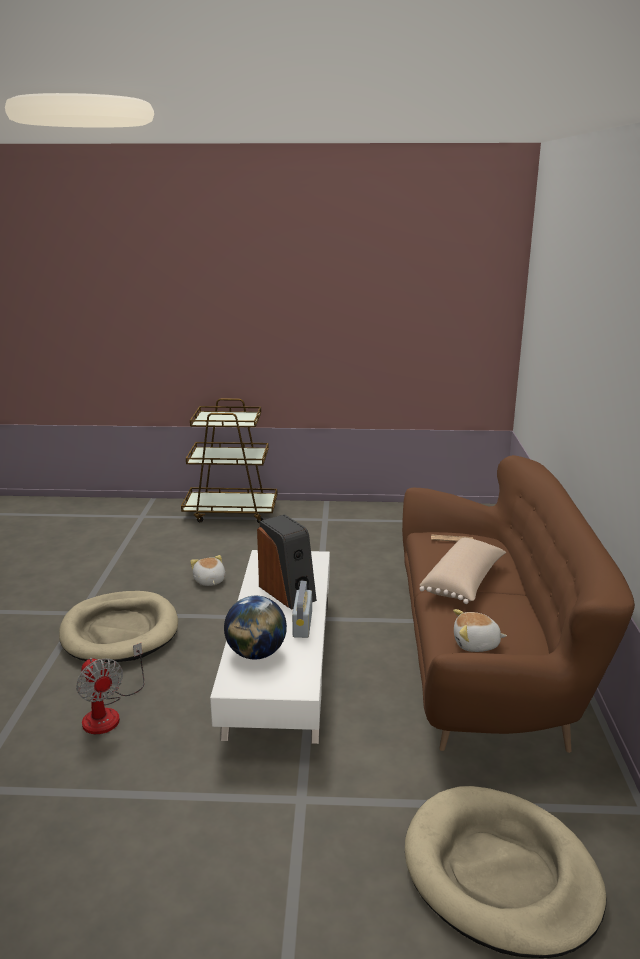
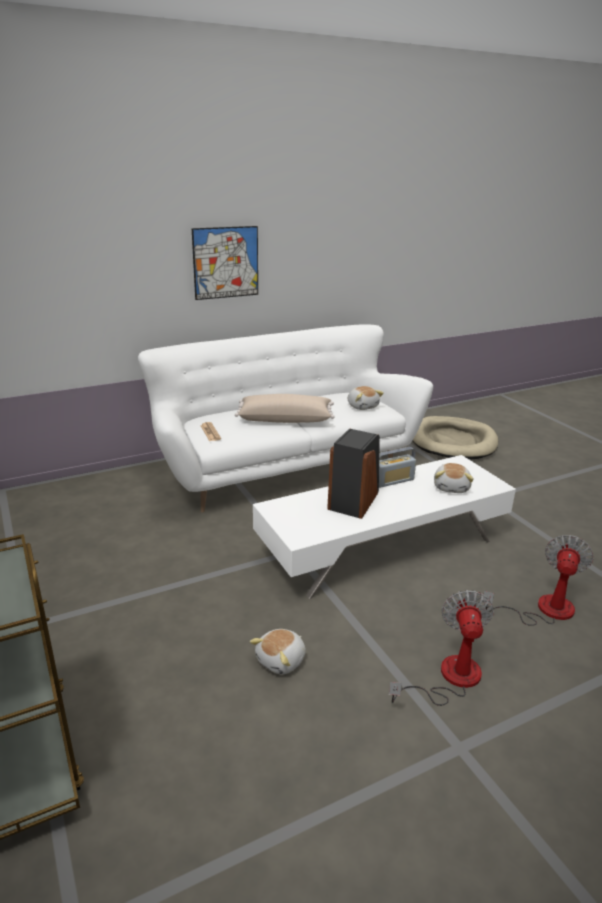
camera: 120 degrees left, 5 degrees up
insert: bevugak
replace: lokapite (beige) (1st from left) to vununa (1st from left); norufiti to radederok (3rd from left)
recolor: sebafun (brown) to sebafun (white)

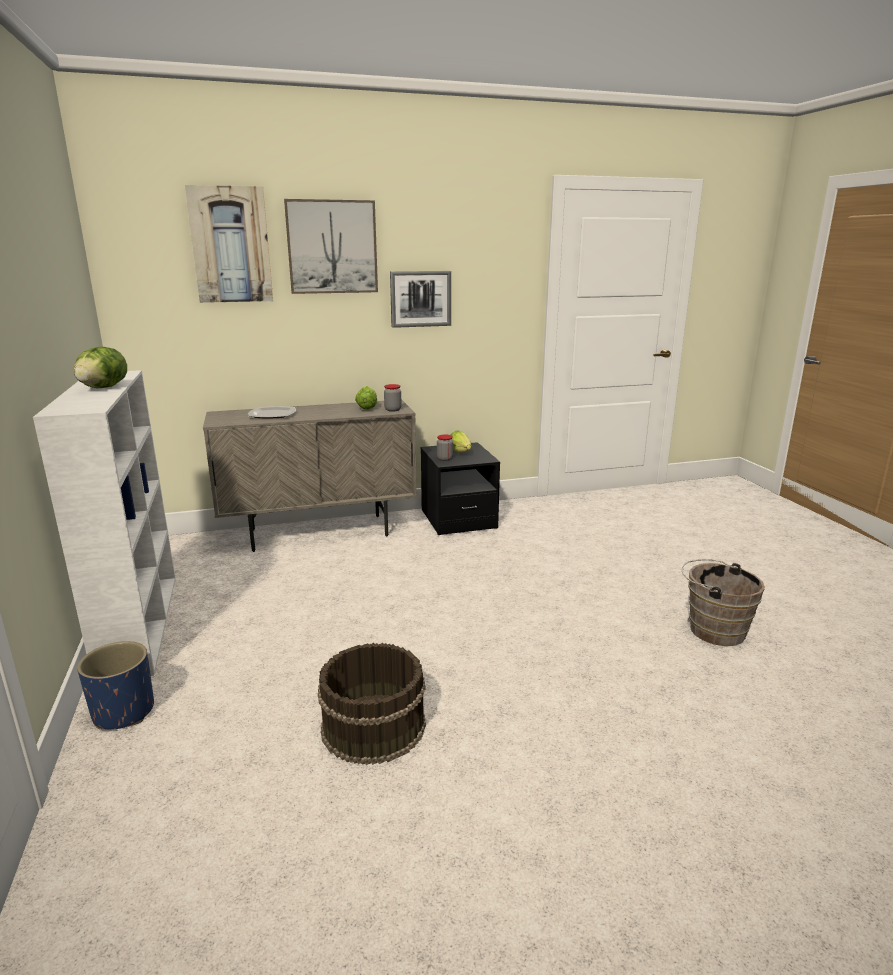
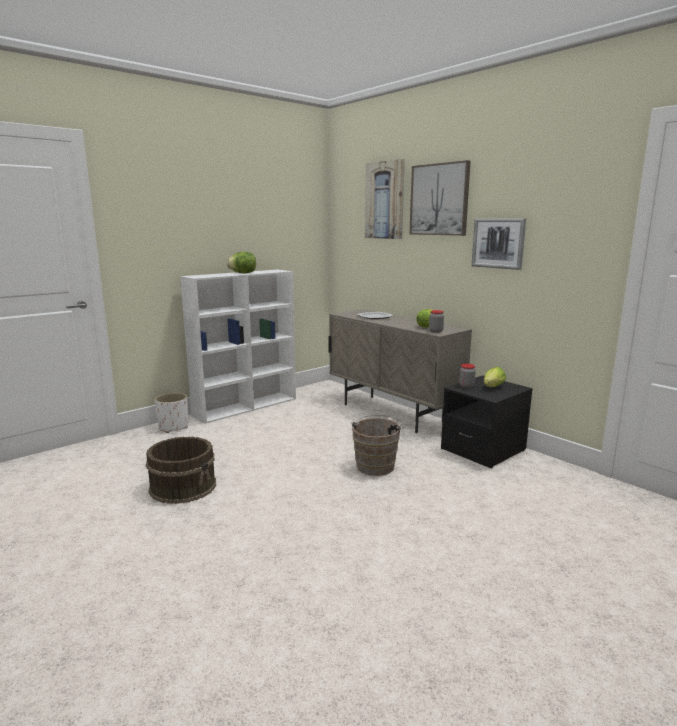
camera: 65 degrees right, 5 degrees down
move: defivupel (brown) (2nd from left)
recolor: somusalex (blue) to somusalex (white)

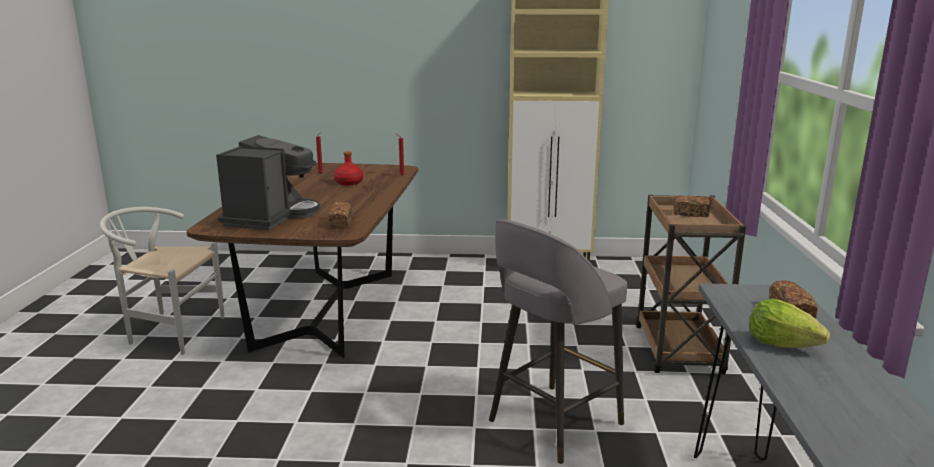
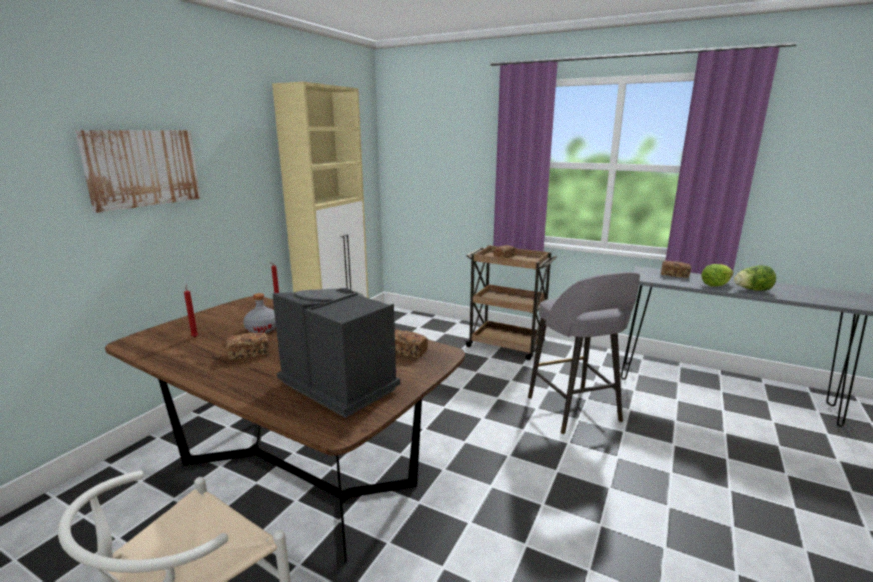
camera: 65 degrees left, 0 degrees up
insert: bevugak; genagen (2nd from left); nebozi (1st from left)
recolor: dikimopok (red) to dikimopok (grey)

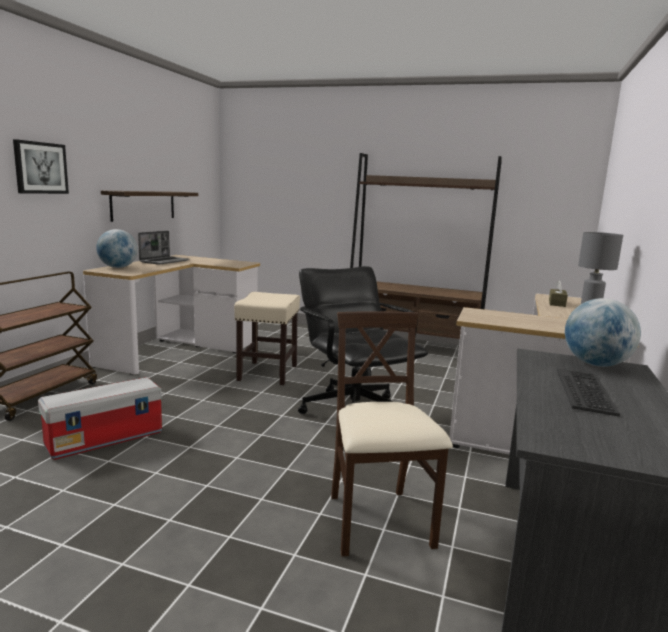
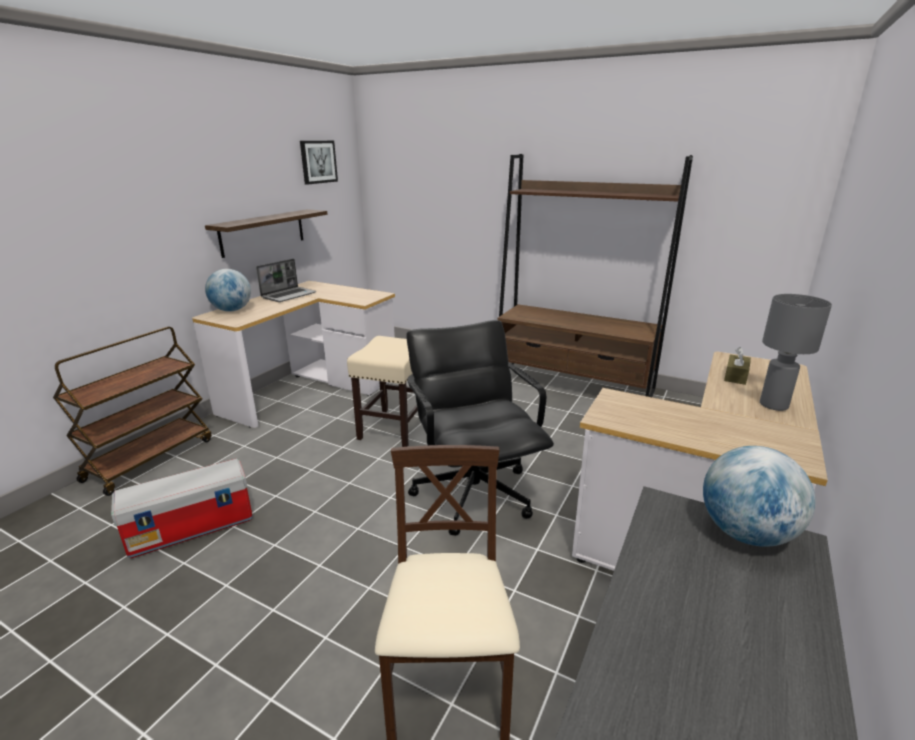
camera: 10 degrees right, 10 degrees up
delete: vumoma
move: bevugak

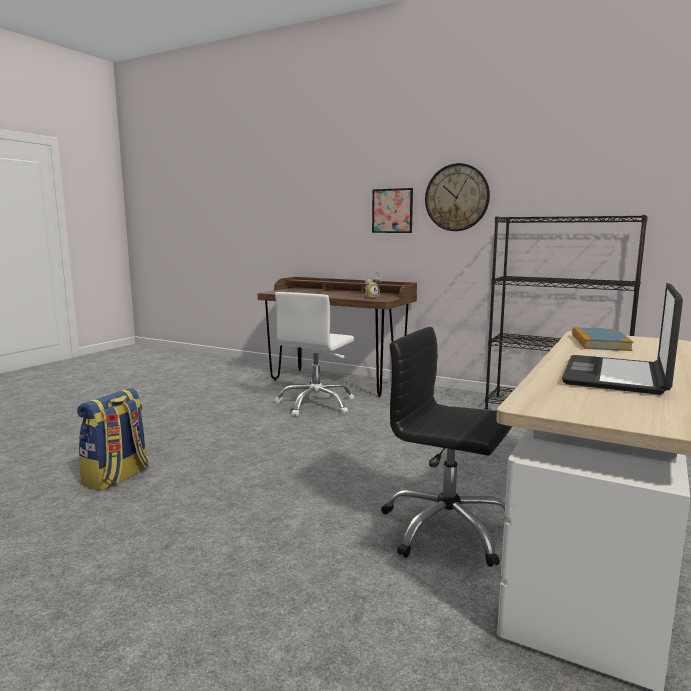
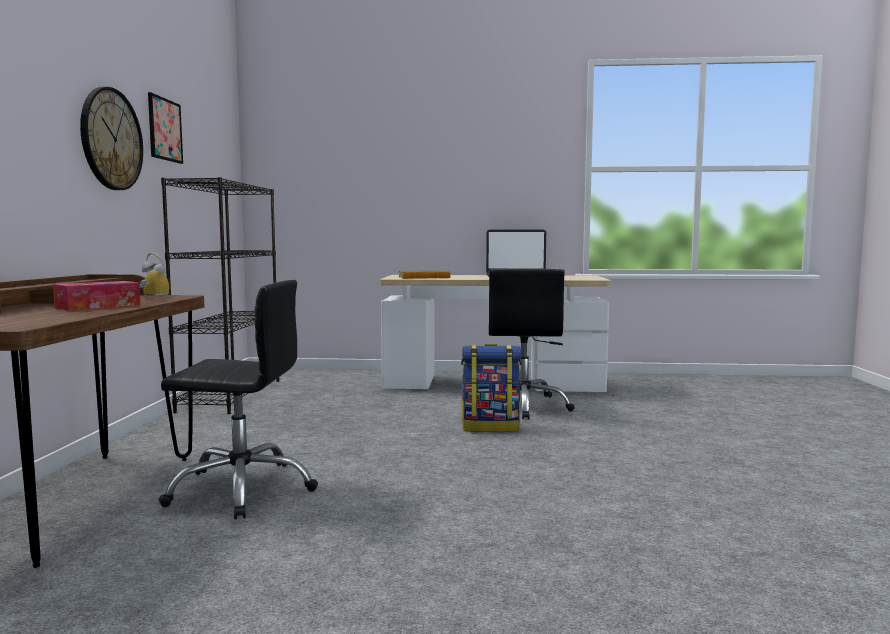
camera: 115 degrees left, 5 degrees down
insert: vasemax
move: bevugak; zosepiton
recolor: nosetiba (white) to nosetiba (black) (1st from left)

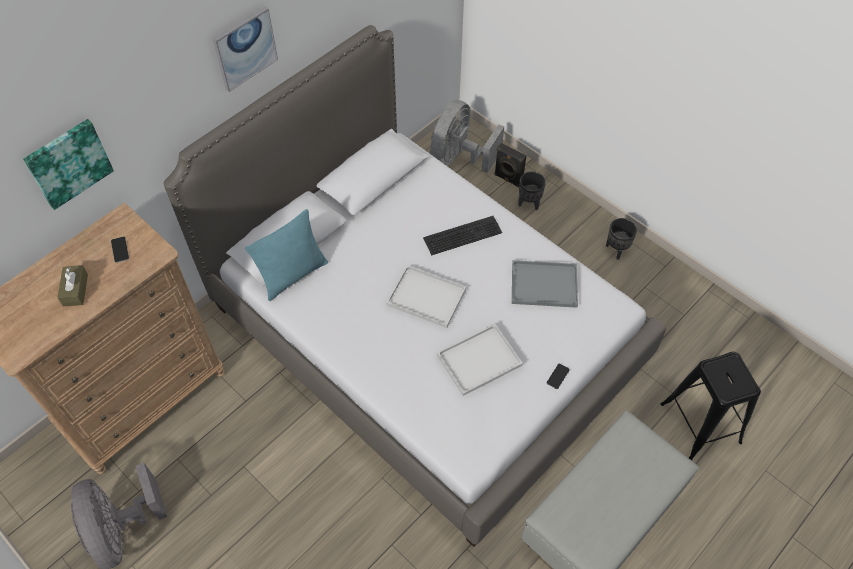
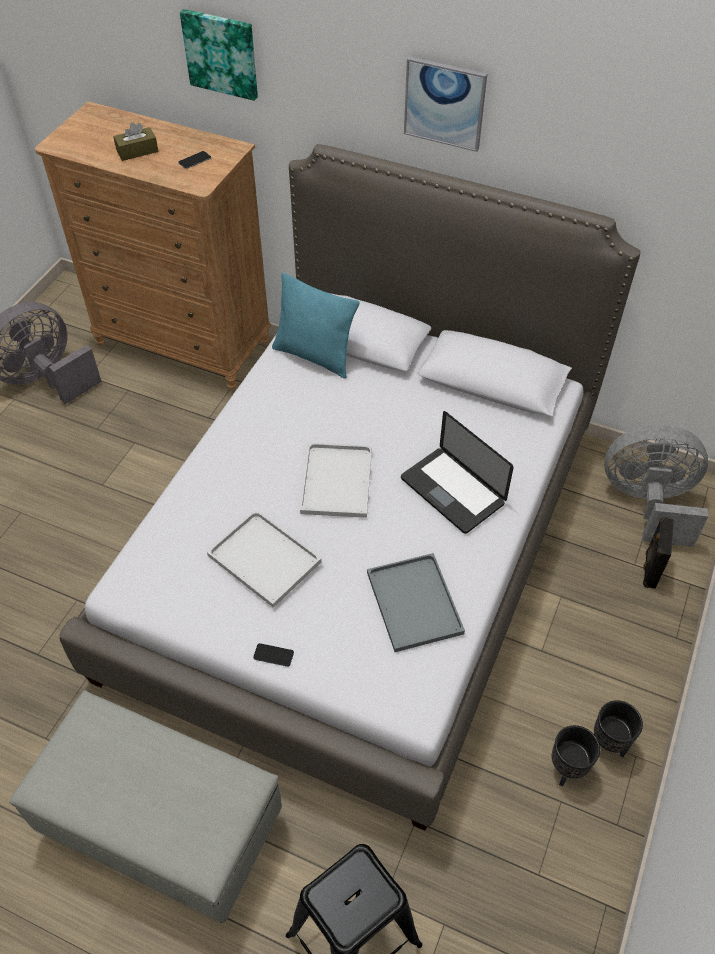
camera: 70 degrees right, 5 degrees down
move: somusalex (black) (1st from left)
replace: vumoma to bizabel

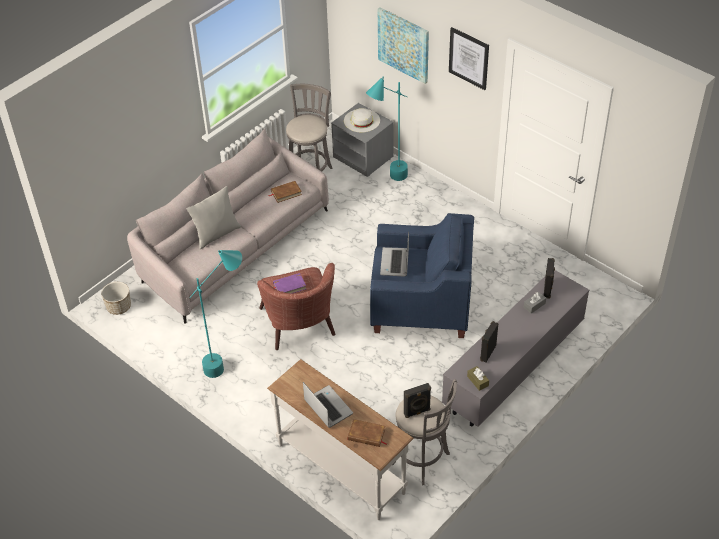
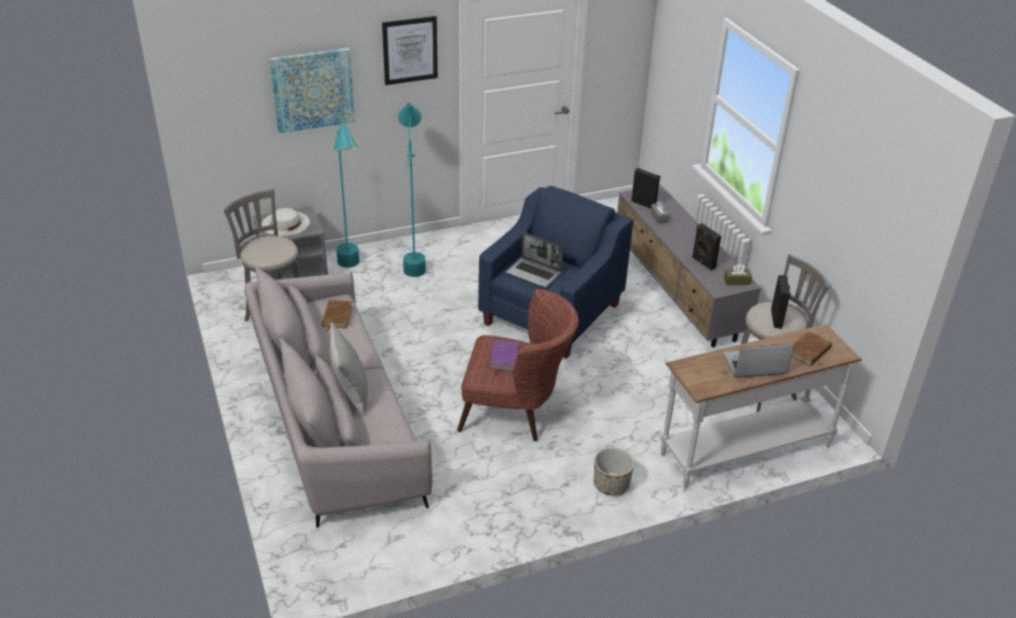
camera: 65 degrees left, 10 degrees down
move: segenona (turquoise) (1st from left in the first image) to segenona (turquoise) (2nd from left); somusalex

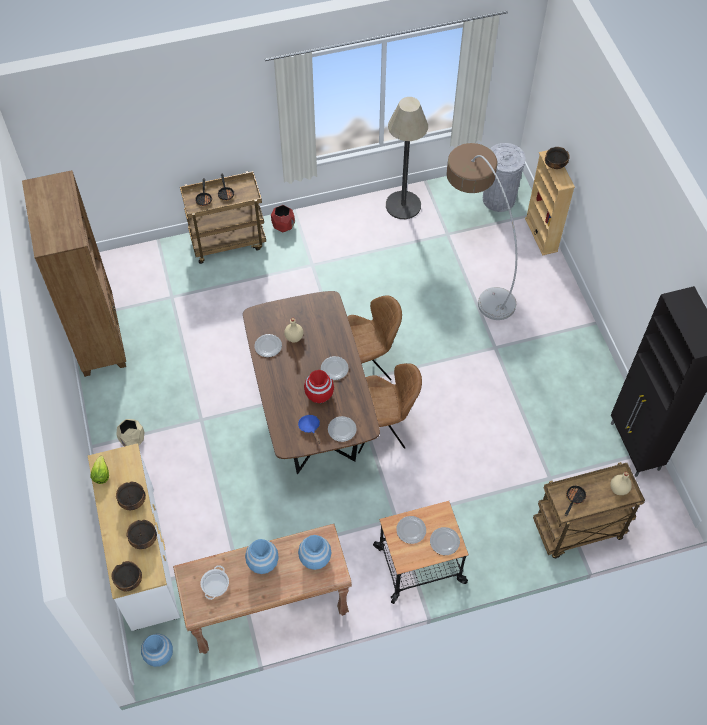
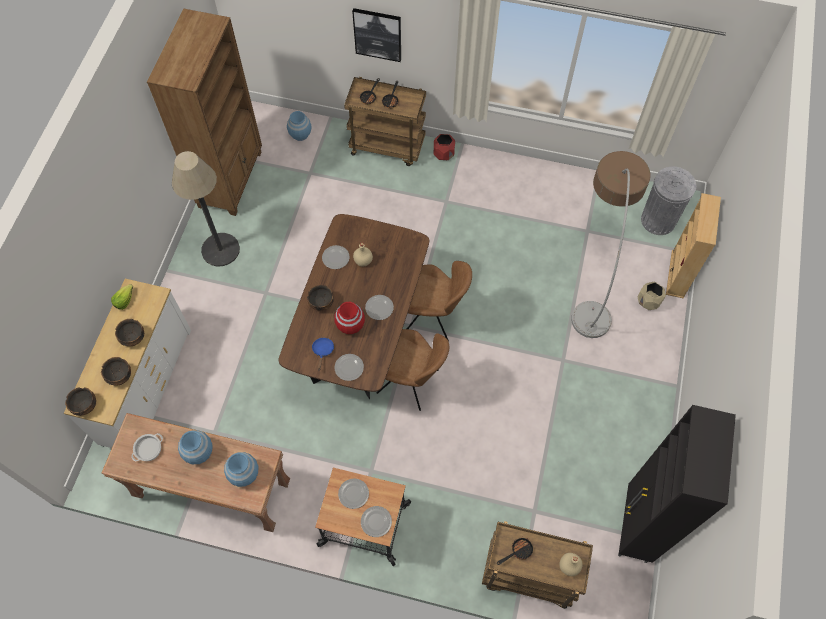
camera: 30 degrees right, 5 degrees up
insert: bevugak
move: segenona (1st from left); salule (4th from left); somusalex (beige); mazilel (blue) (1st from left in the first image) to mazilel (blue) (3rd from left)

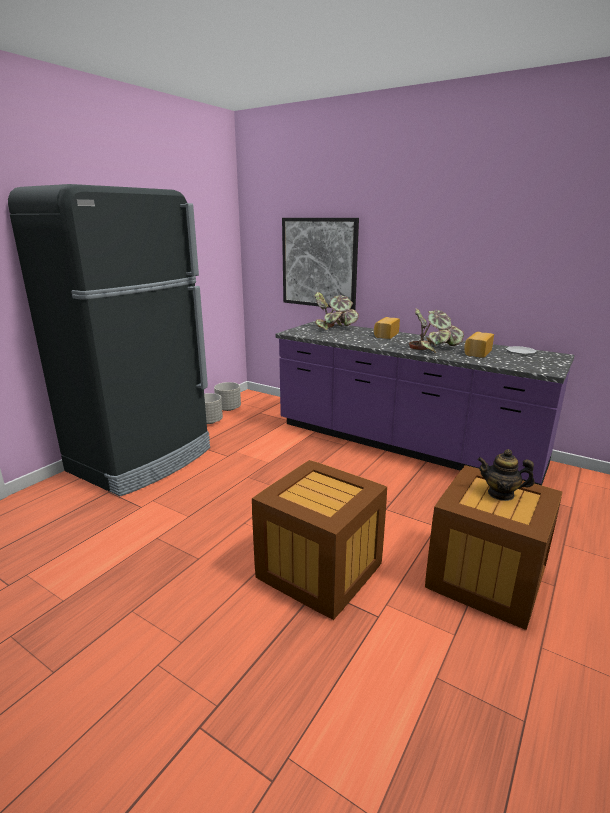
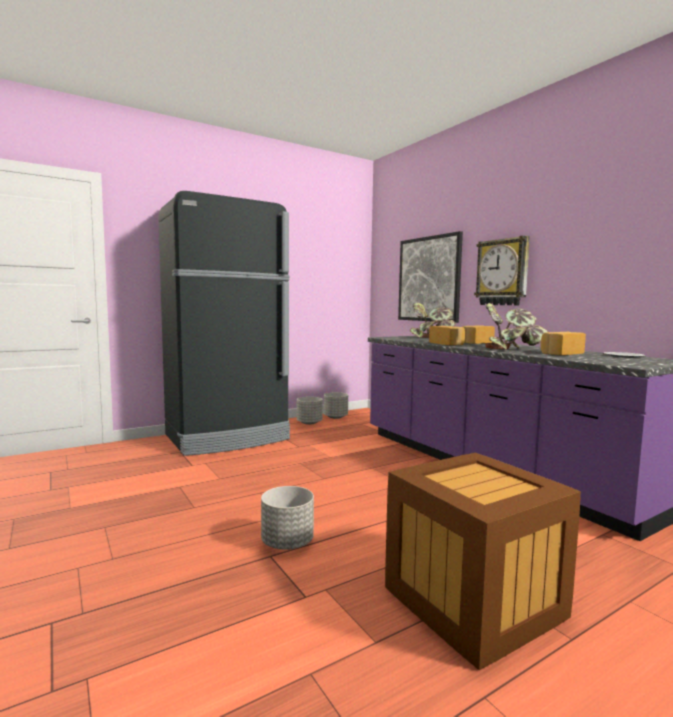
camera: 25 degrees right, 15 degrees down
delete: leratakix
insert: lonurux; nebozi (1st from left)
replace: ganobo (1st from left) to somusalex (grey) (1st from left)

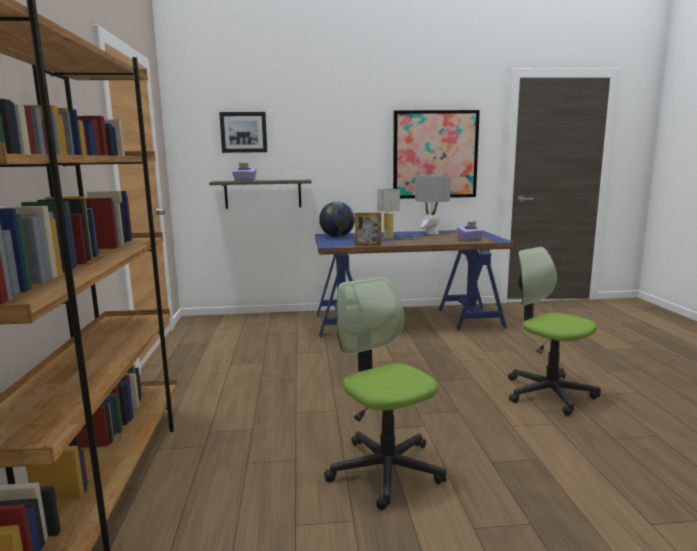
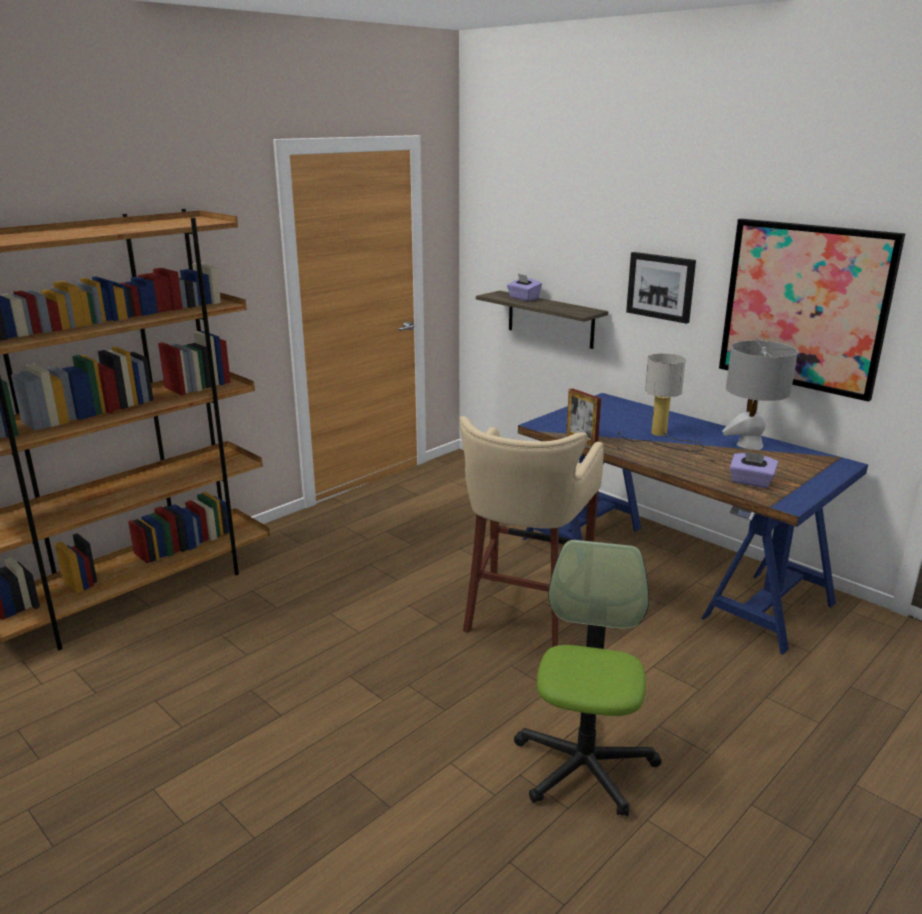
camera: 50 degrees right, 10 degrees up
delete: norufiti; nosetiba (1st from left)
insert: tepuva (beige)
move: bevugak (1st from left)

